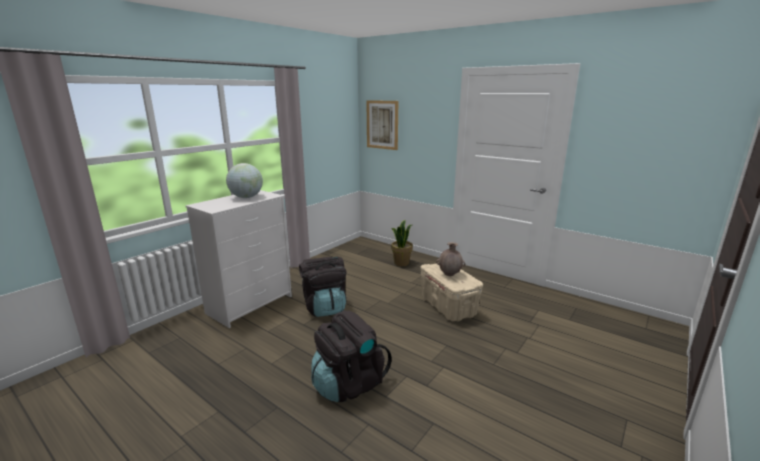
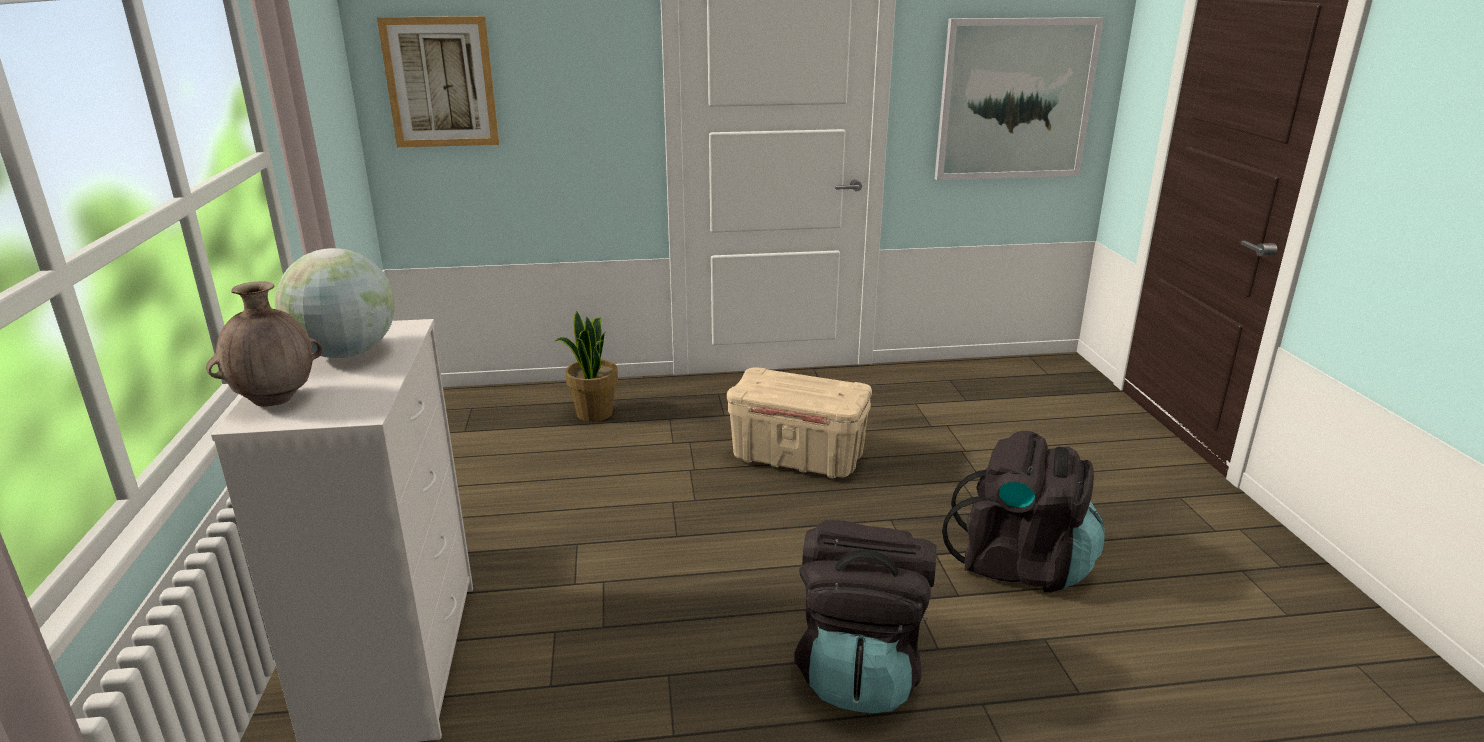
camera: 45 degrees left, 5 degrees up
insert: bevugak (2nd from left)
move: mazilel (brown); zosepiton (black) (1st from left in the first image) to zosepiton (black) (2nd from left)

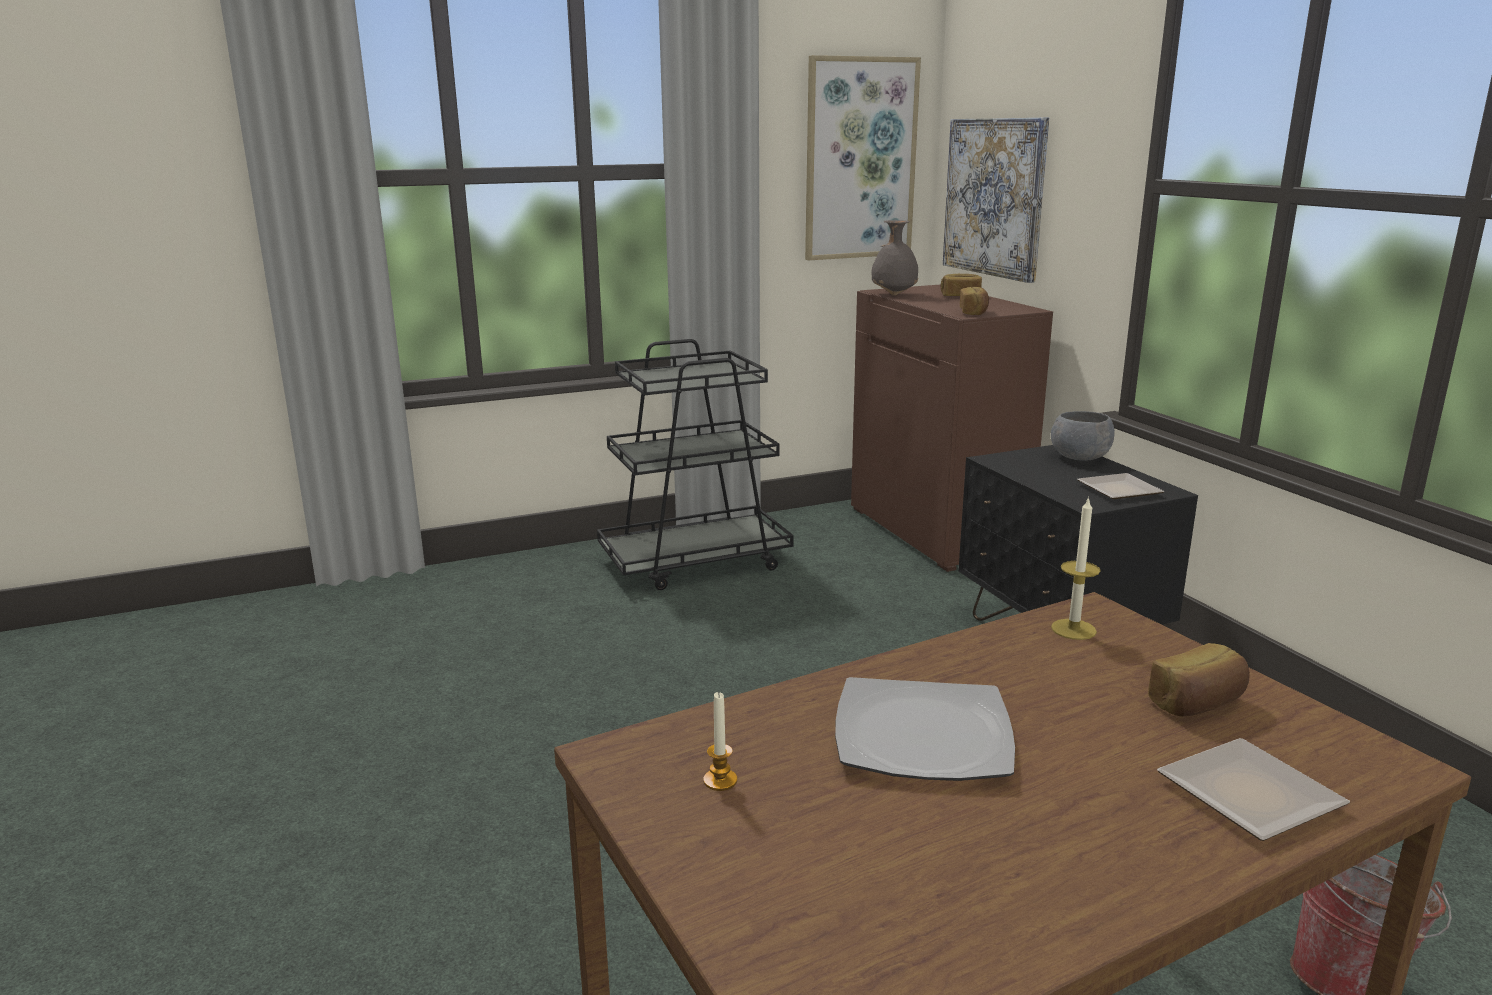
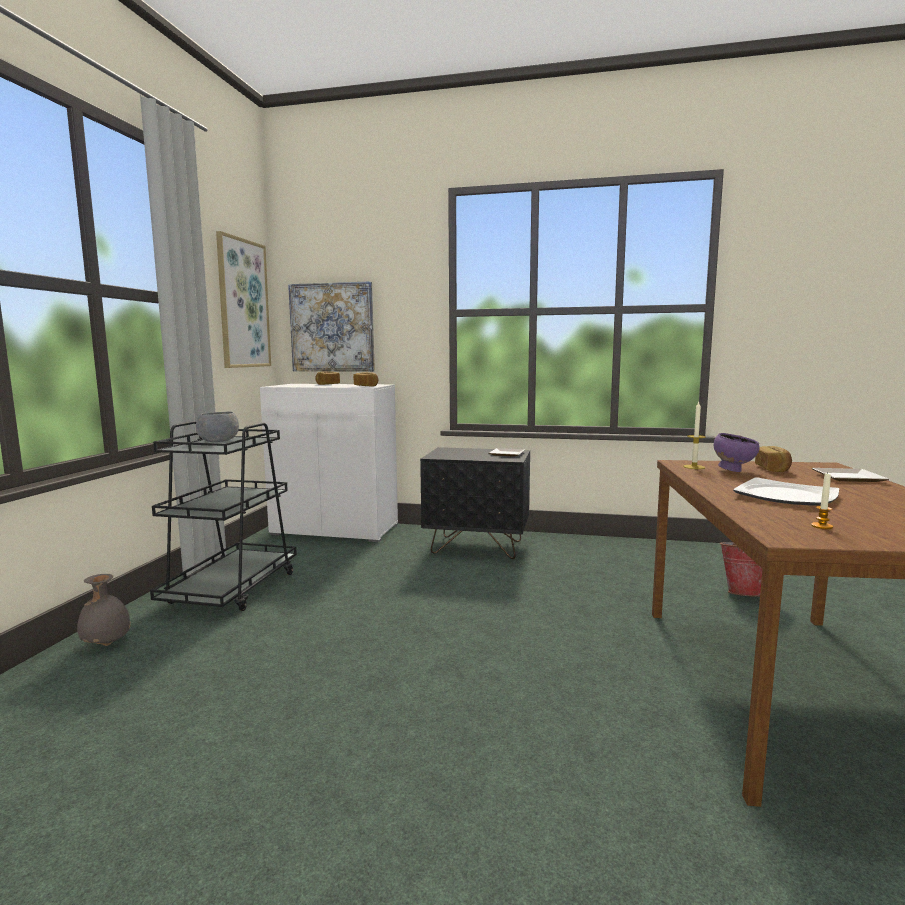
camera: 55 degrees left, 10 degrees down
insert: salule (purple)
move: mazilel (grey); salule (grey)
recolor: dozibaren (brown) to dozibaren (white)

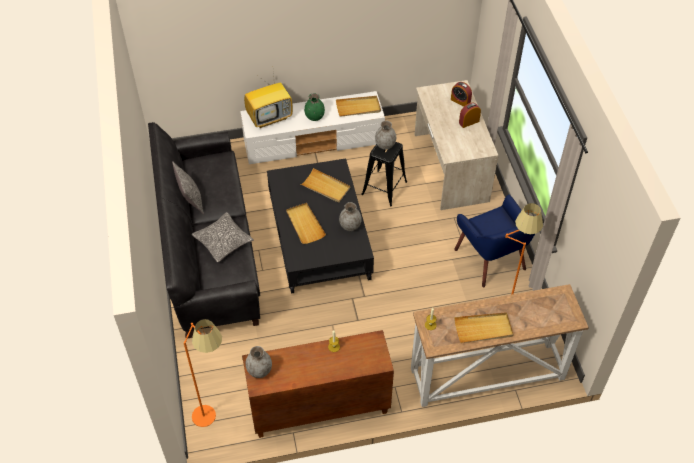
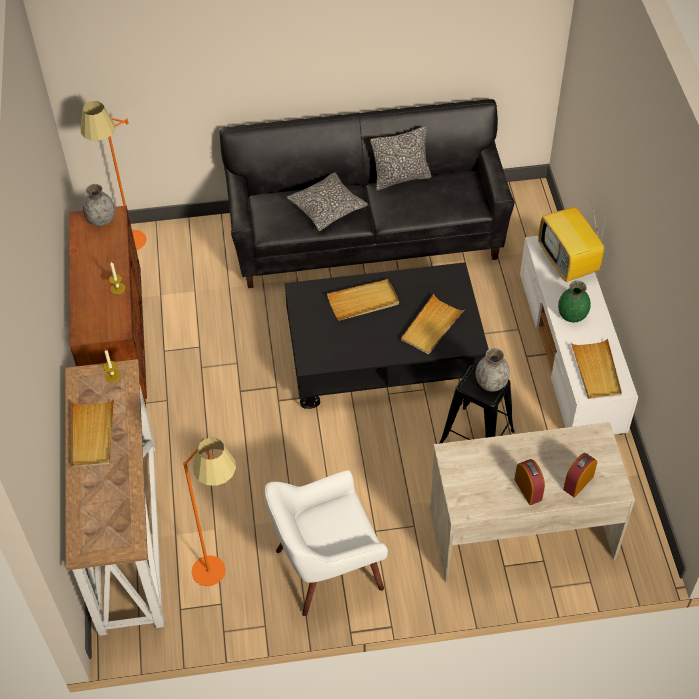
camera: 95 degrees right, 0 degrees up
delete: mazilel (grey) (2nd from left)
recolor: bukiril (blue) to bukiril (white)

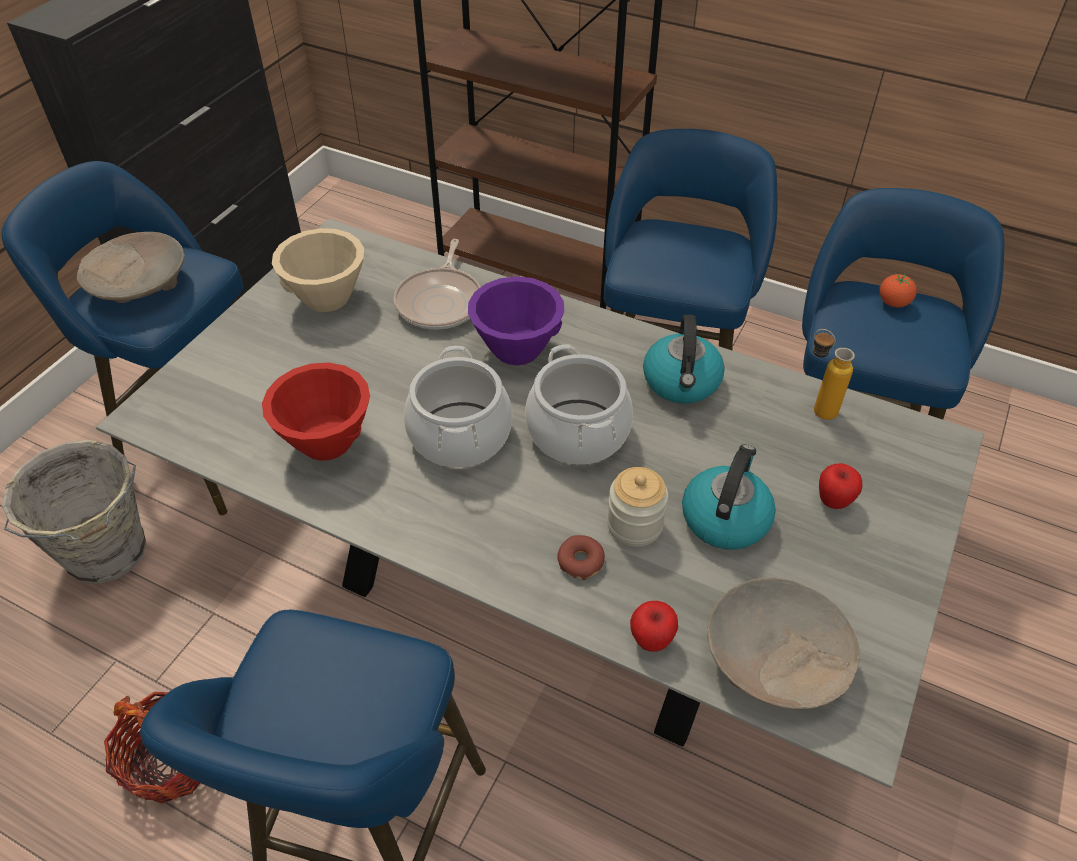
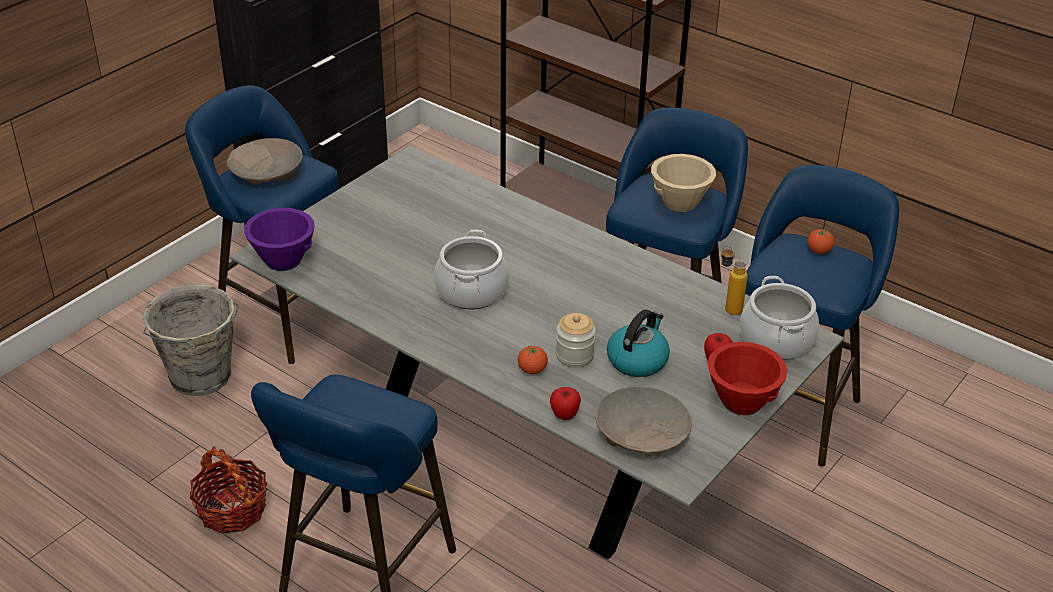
camera: 10 degrees right, 10 degrees down
delete: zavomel; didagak (1st from left)
move: salule (beige) (2nd from left in the first image) to salule (beige) (3rd from left); salule (purple); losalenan (2nd from left); salule (red)
replace: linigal to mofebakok (1st from left)

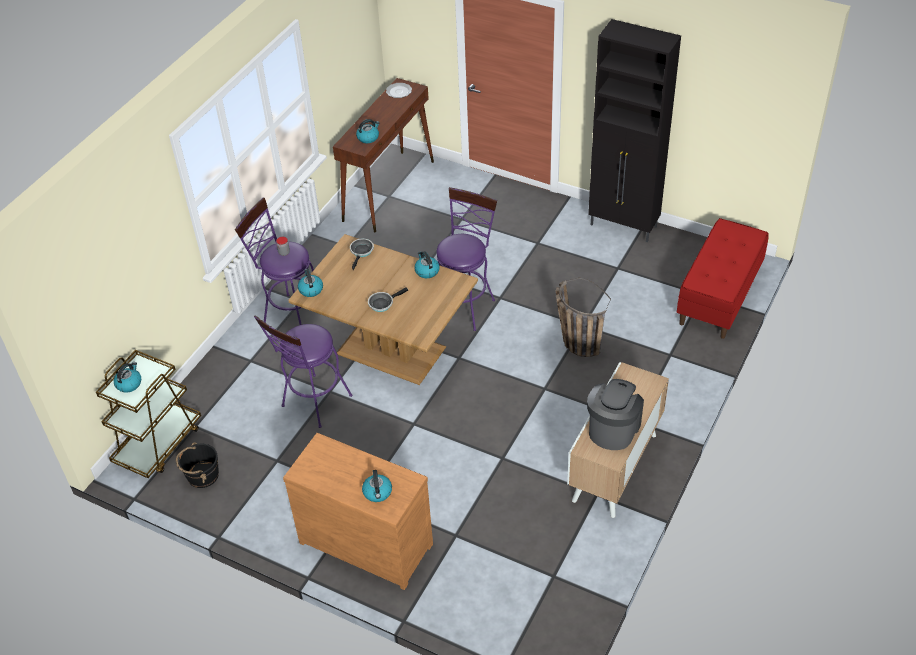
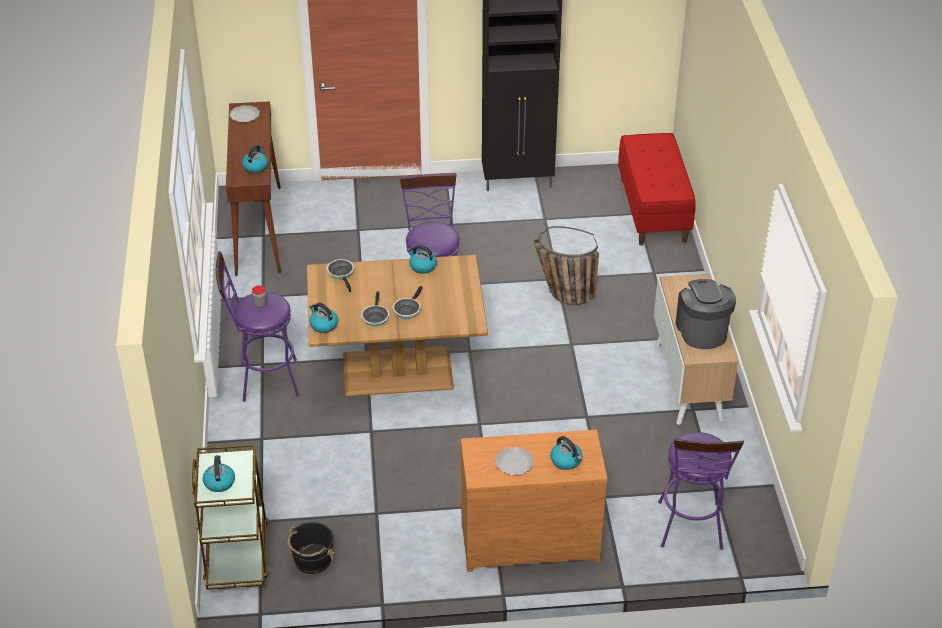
camera: 35 degrees left, 5 degrees down
insert: zavomel (2nd from left); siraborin (2nd from left)
move: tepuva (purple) (2nd from left in the first image) to tepuva (purple) (3rd from left)

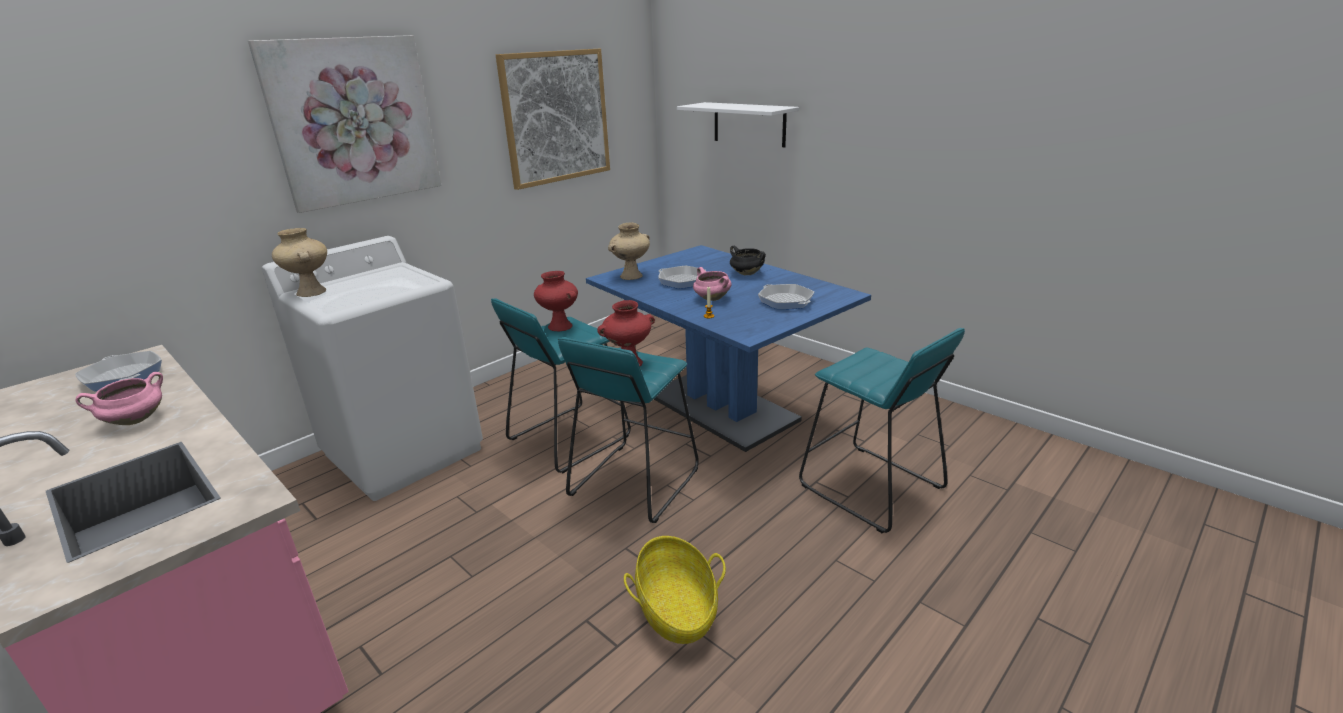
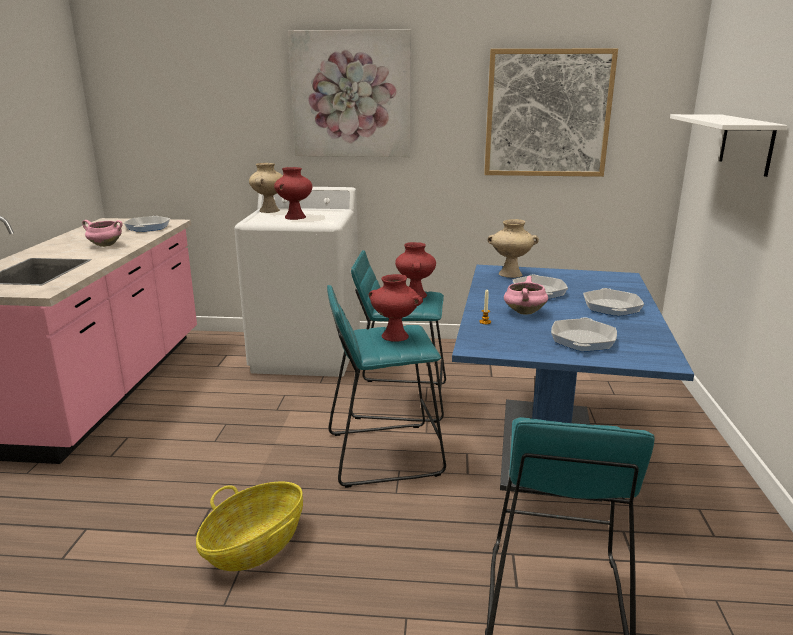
camera: 50 degrees right, 5 degrees down
insert: mazilel (red) (1st from left)
replace: losalenan (black) to zavomel (4th from left)

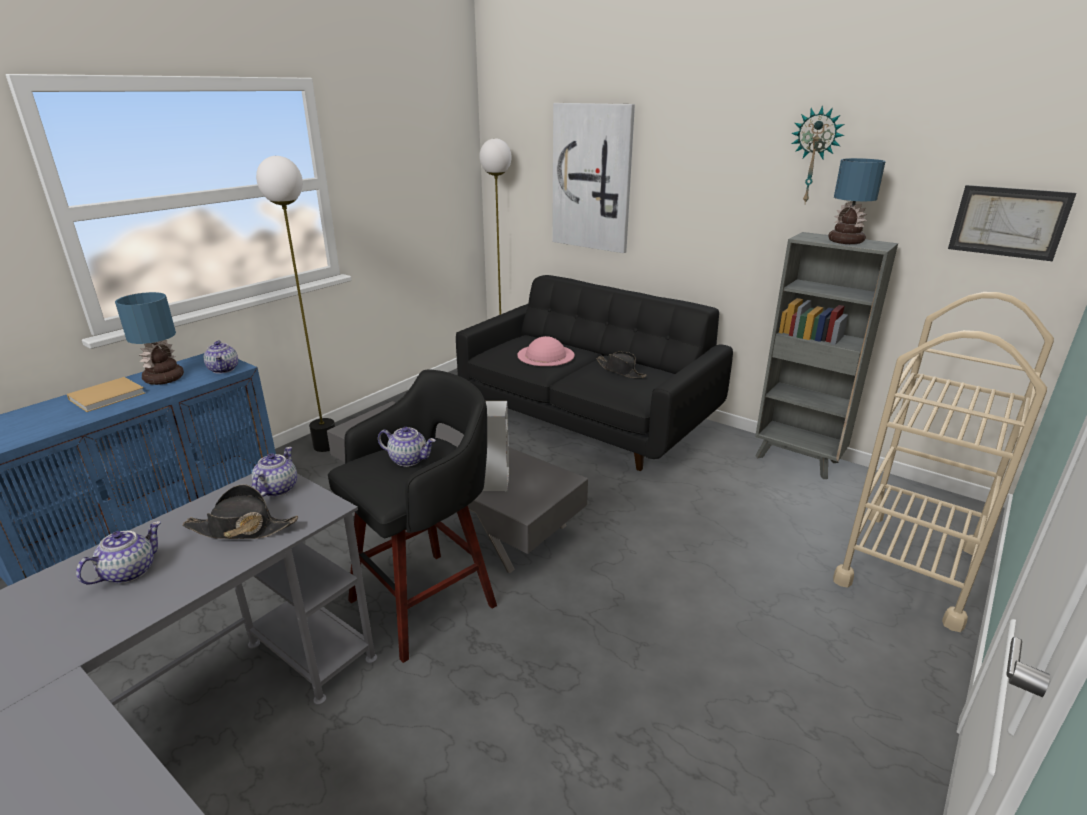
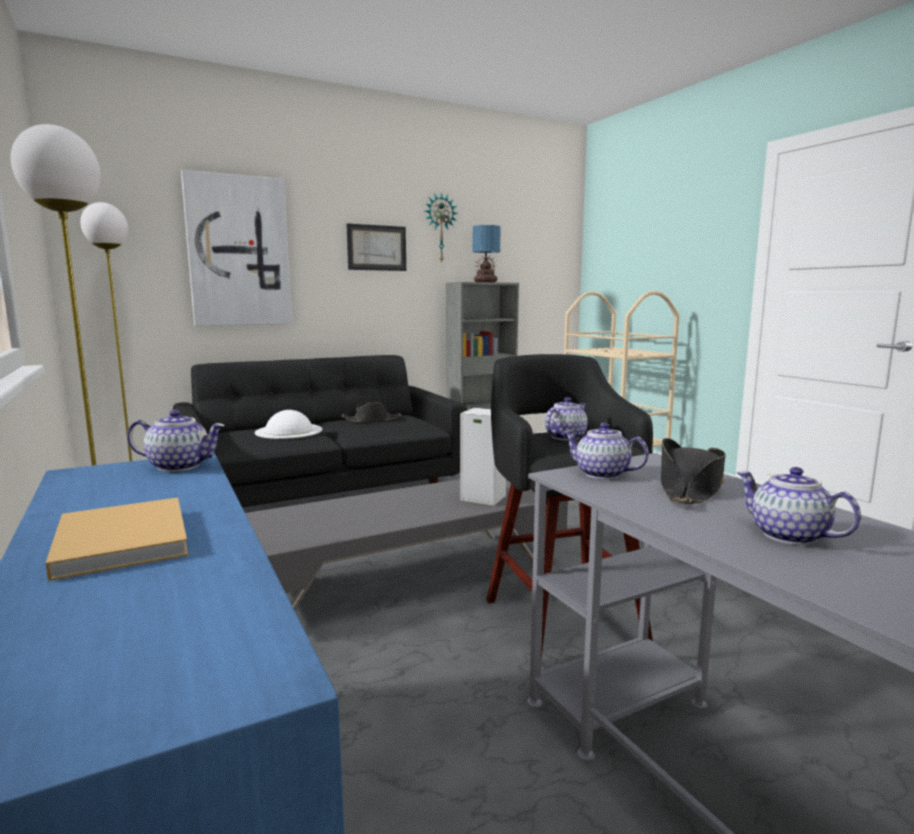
camera: 65 degrees left, 15 degrees down
delete: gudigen (1st from left)
move: bevugak (2nd from left)
recolor: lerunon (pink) to lerunon (white)

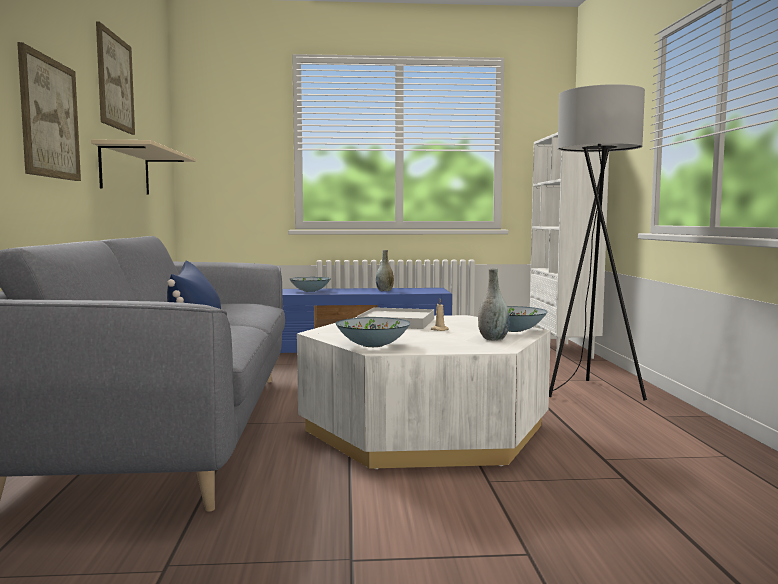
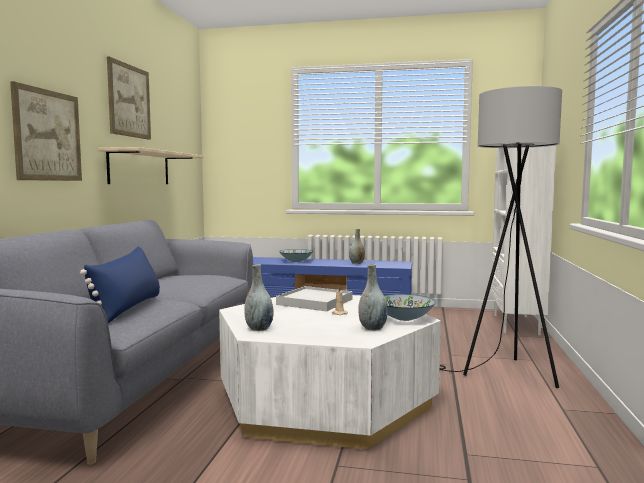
camera: 15 degrees right, 0 degrees up
replace: salule (2nd from left) to mazilel (grey) (1st from left)

